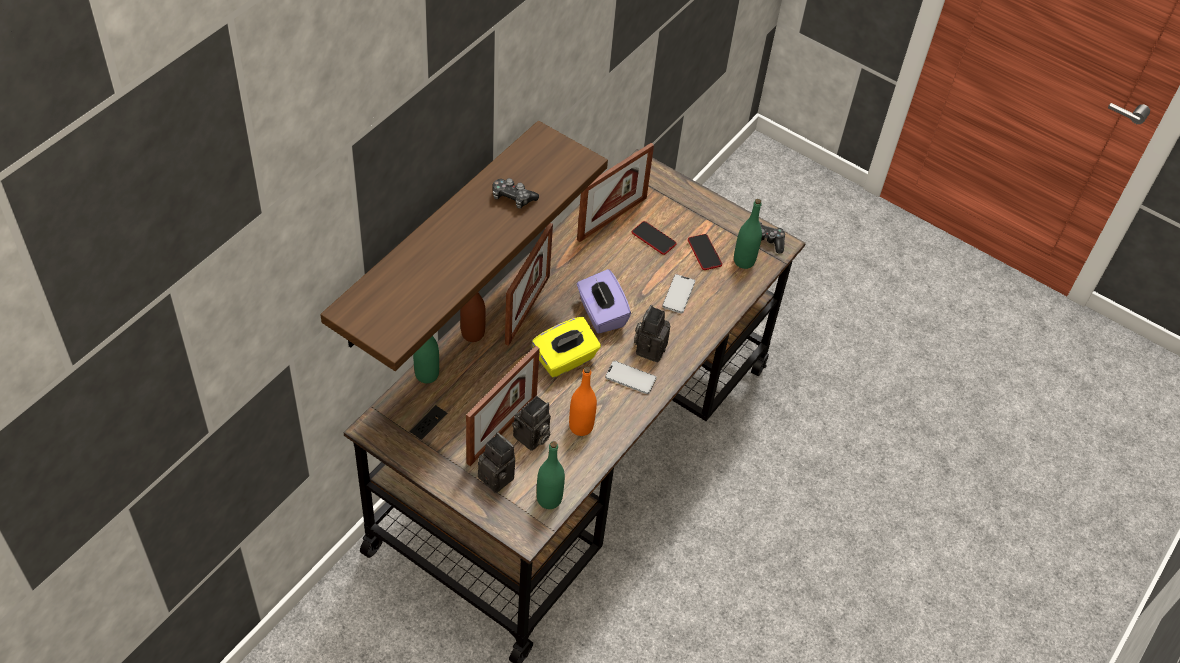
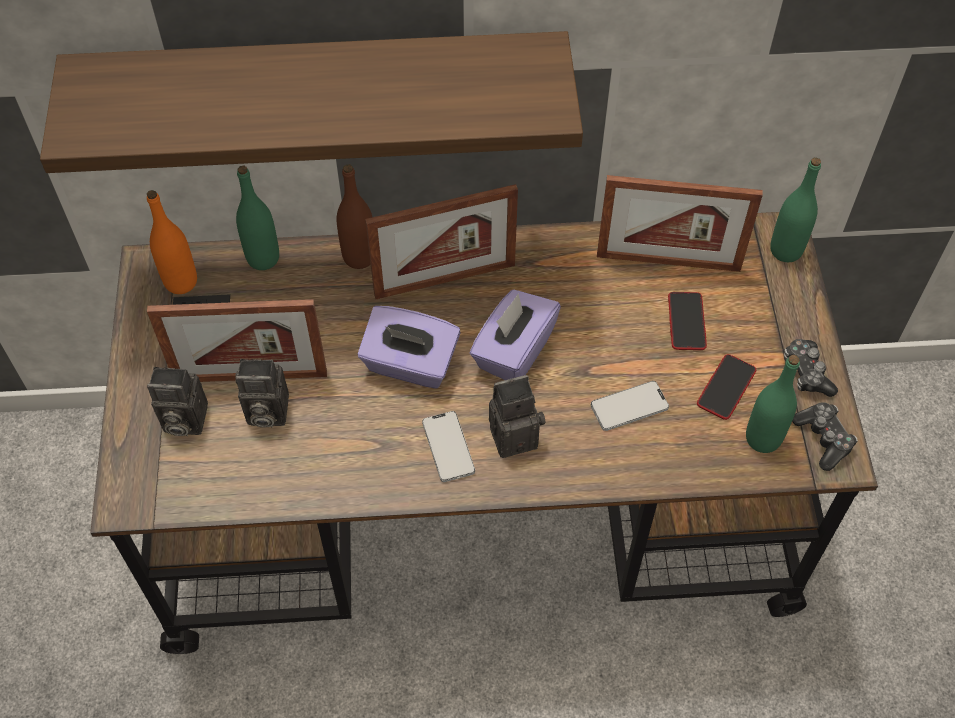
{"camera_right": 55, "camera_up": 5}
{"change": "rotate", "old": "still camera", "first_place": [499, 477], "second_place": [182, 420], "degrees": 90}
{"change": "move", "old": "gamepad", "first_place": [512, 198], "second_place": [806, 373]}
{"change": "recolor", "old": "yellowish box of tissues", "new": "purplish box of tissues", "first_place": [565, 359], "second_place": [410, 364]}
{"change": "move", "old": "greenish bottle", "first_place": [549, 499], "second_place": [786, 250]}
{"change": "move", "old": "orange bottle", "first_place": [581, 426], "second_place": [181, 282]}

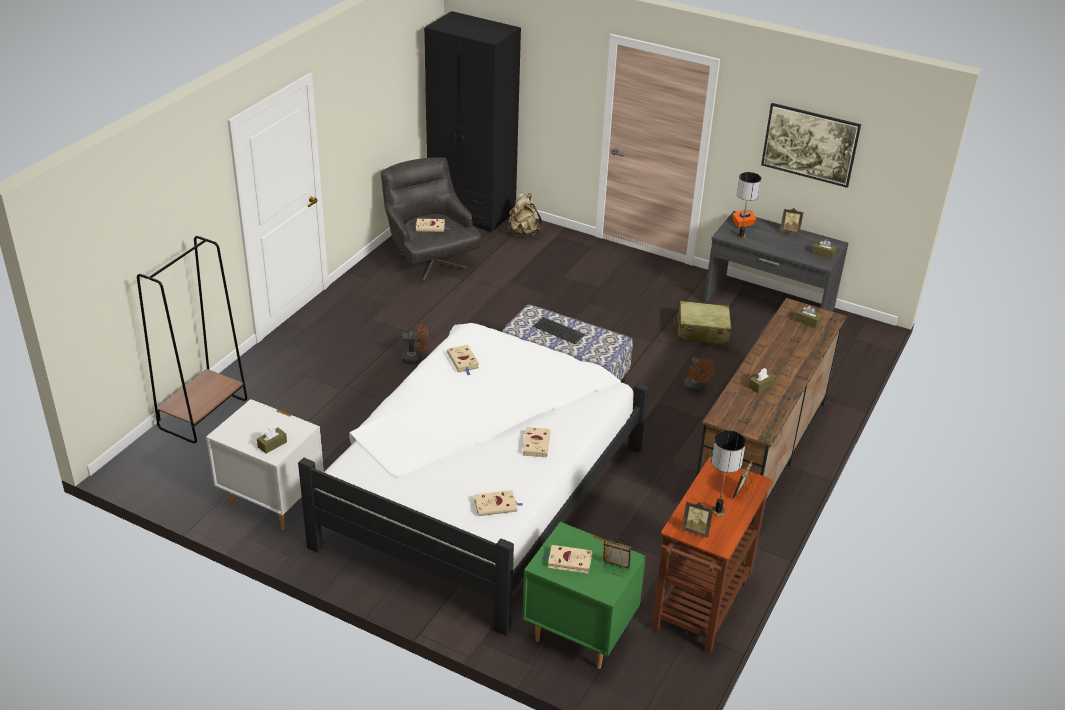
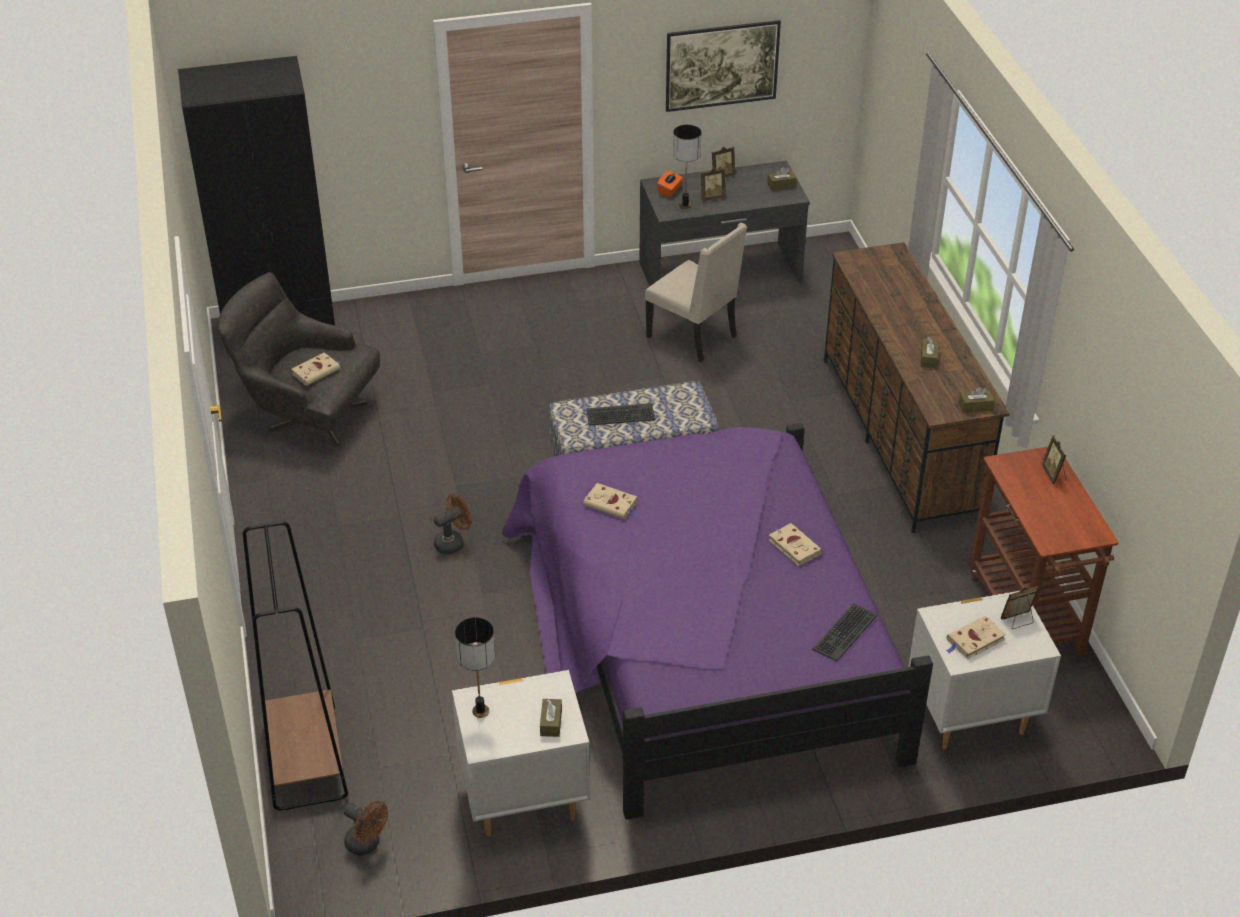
{"camera_right": -40, "camera_up": 5}
{"change": "recolor", "old": "white sleeping bed", "new": "purplish sleeping bed", "first_place": [478, 487], "second_place": [701, 639]}
{"change": "replace", "old": "beige-coloured book", "new": "PC keyboard", "first_place": [496, 505], "second_place": [844, 632]}
{"change": "delete", "old": "beige-coloured knapsack", "first_place": [523, 232]}
{"change": "recolor", "old": "greenish bedside table", "new": "white bedside table", "first_place": [579, 636], "second_place": [971, 717]}
{"change": "replace", "old": "beige-coloured piece of luggage", "new": "beige-coloured chair", "first_place": [702, 331], "second_place": [694, 337]}
{"change": "move", "old": "picture frame", "first_place": [696, 530], "second_place": [711, 197]}
{"change": "move", "old": "brown-coloured fan", "first_place": [696, 388], "second_place": [367, 844]}
{"change": "move", "old": "lamp for a table", "first_place": [718, 511], "second_place": [480, 711]}
{"change": "move", "old": "brown-coloured box of tissues", "first_place": [807, 321], "second_place": [975, 406]}

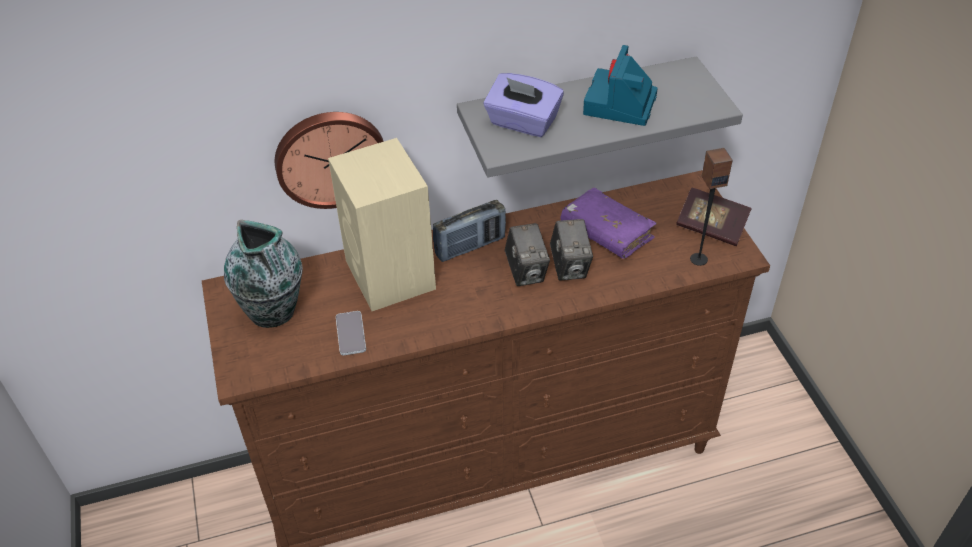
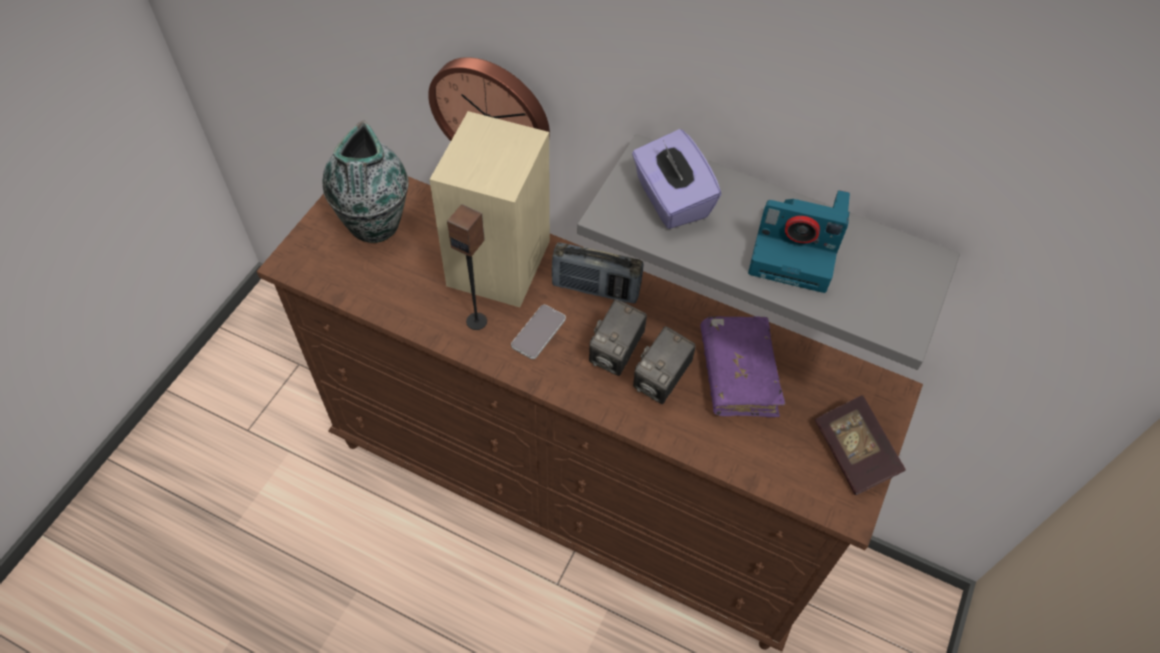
{"camera_right": 40, "camera_up": 10}
{"change": "move", "old": "phone", "first_place": [350, 333], "second_place": [538, 332]}
{"change": "rotate", "old": "still camera", "first_place": [620, 105], "second_place": [796, 251], "degrees": -135}
{"change": "move", "old": "speaker", "first_place": [698, 259], "second_place": [477, 321]}

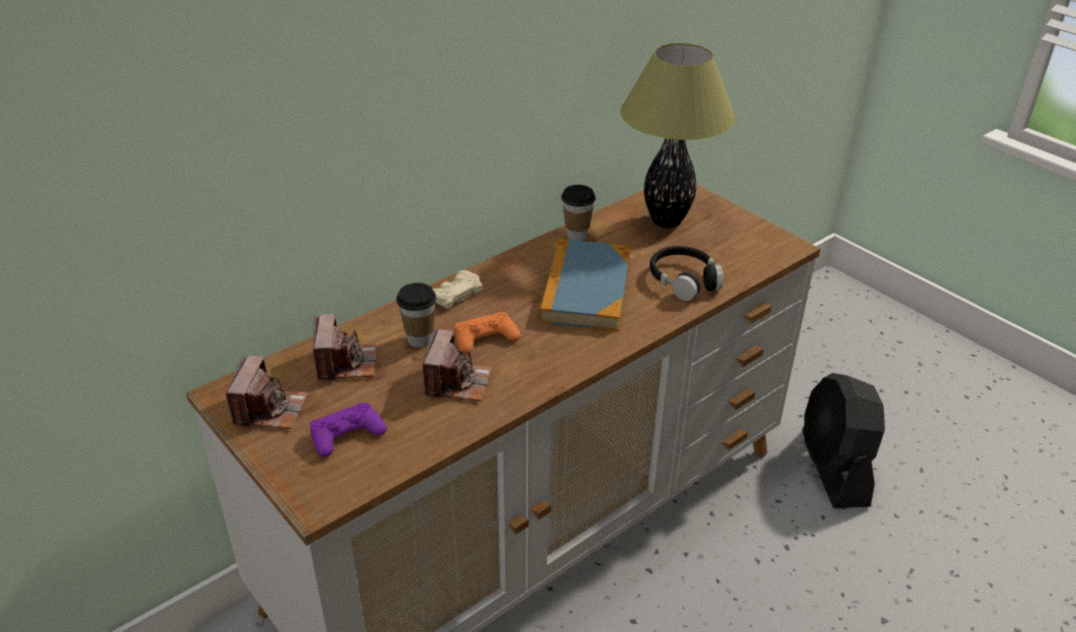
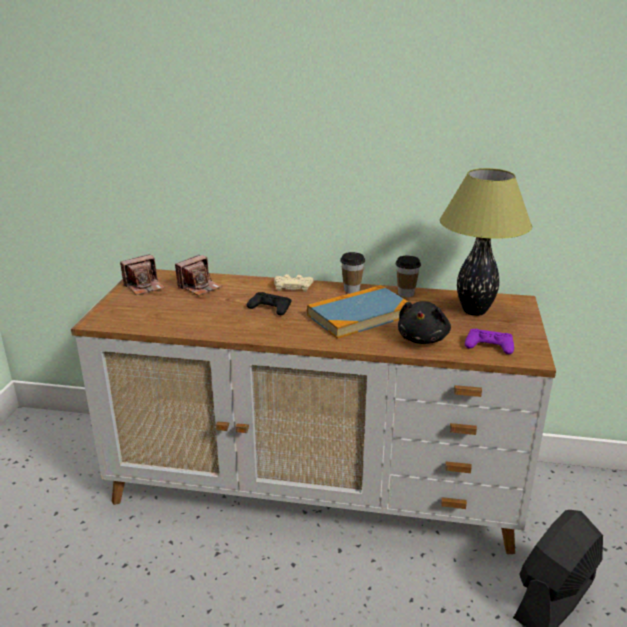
{"camera_right": 50, "camera_up": -10}
{"change": "move", "old": "purplish gamepad", "first_place": [346, 434], "second_place": [489, 346]}
{"change": "move", "old": "drinking cup", "first_place": [419, 339], "second_place": [351, 290]}
{"change": "delete", "old": "still camera", "first_place": [457, 382]}
{"change": "recolor", "old": "orange gamepad", "new": "black-coloured gamepad", "first_place": [485, 338], "second_place": [270, 308]}
{"change": "replace", "old": "black-coloured headphones", "new": "black-coloured soft toy", "first_place": [684, 280], "second_place": [423, 338]}

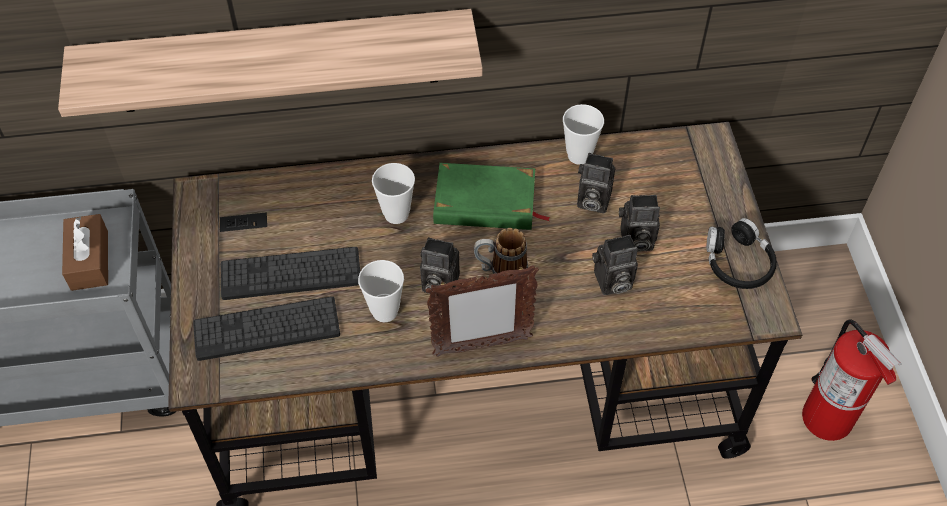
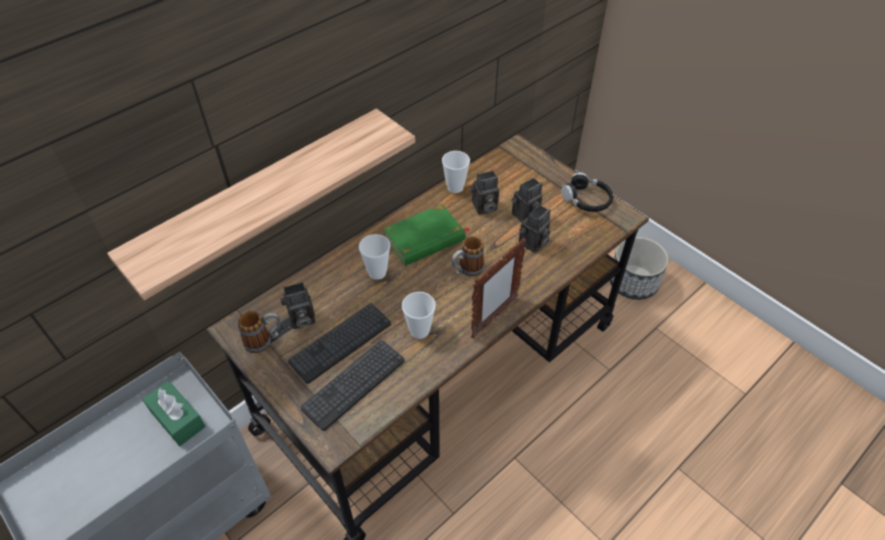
{"camera_right": -35, "camera_up": -5}
{"change": "recolor", "old": "brown-coloured box of tissues", "new": "greenish box of tissues", "first_place": [89, 260], "second_place": [177, 418]}
{"change": "move", "old": "still camera", "first_place": [437, 284], "second_place": [301, 320]}
{"change": "replace", "old": "fire extinguisher", "new": "flower pot", "first_place": [828, 418], "second_place": [633, 282]}
{"change": "insert", "new": "tea mug", "second_place": [264, 340]}

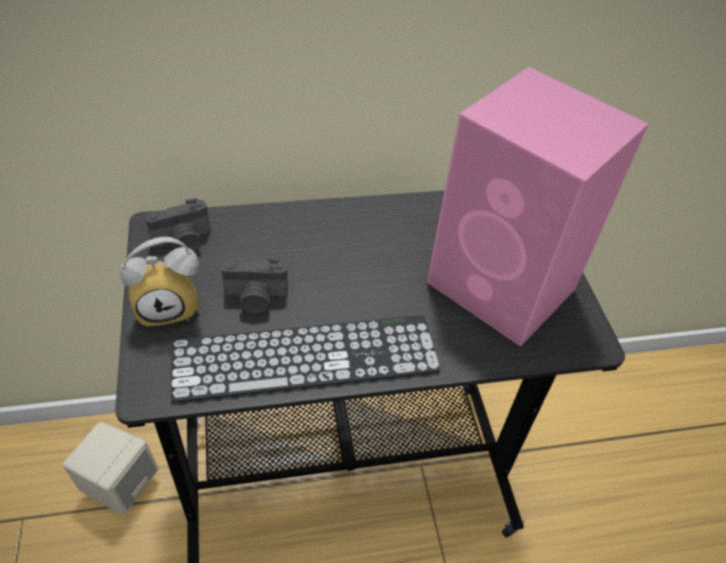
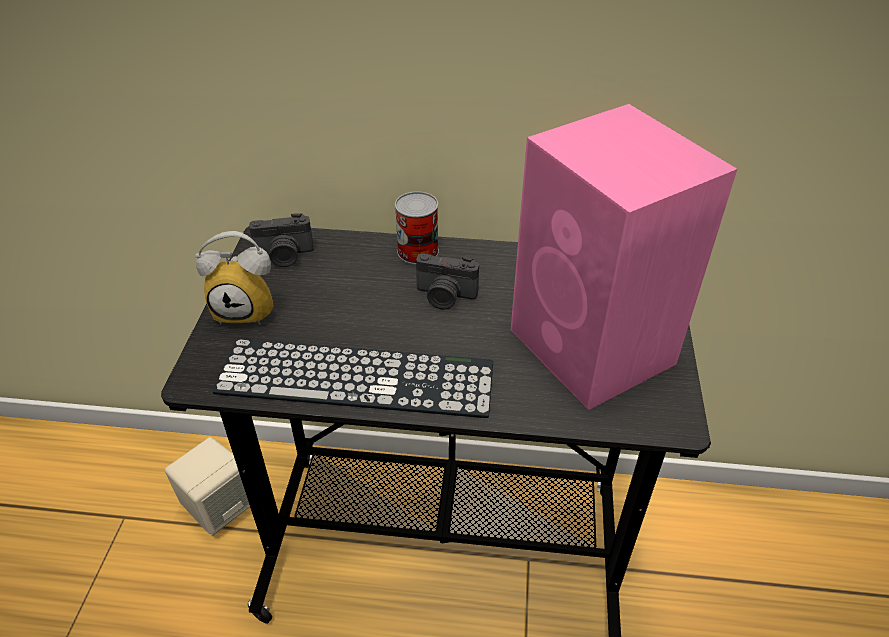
{"camera_right": 20, "camera_up": -5}
{"change": "move", "old": "still camera", "first_place": [256, 299], "second_place": [445, 296]}
{"change": "insert", "new": "metal can", "second_place": [418, 251]}

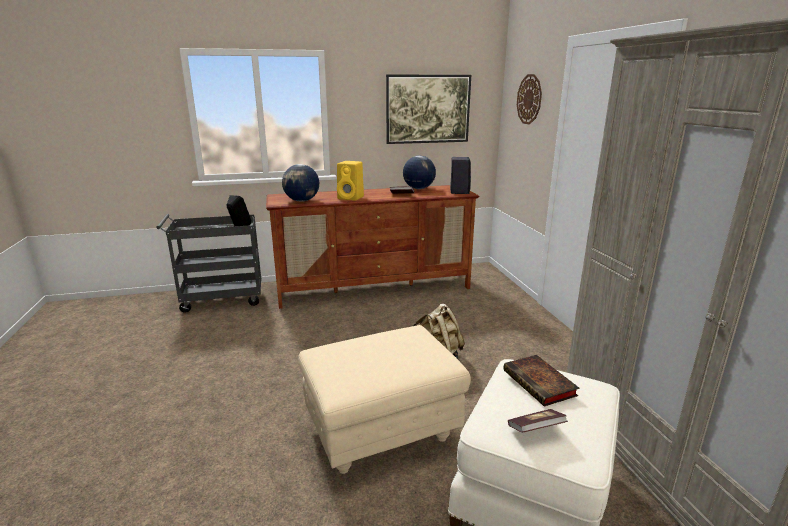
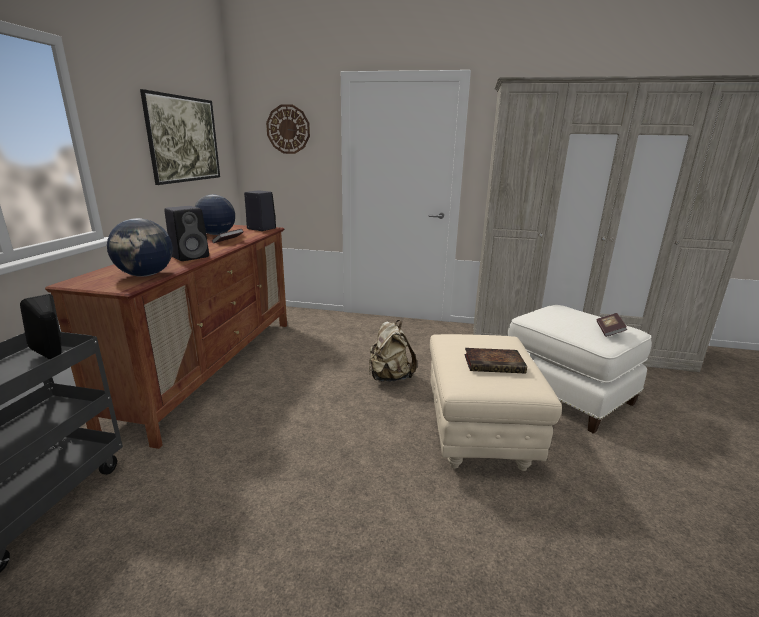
{"camera_right": -65, "camera_up": 0}
{"change": "recolor", "old": "yellowish speaker", "new": "black-coloured speaker", "first_place": [351, 198], "second_place": [191, 256]}
{"change": "move", "old": "book", "first_place": [541, 384], "second_place": [495, 364]}

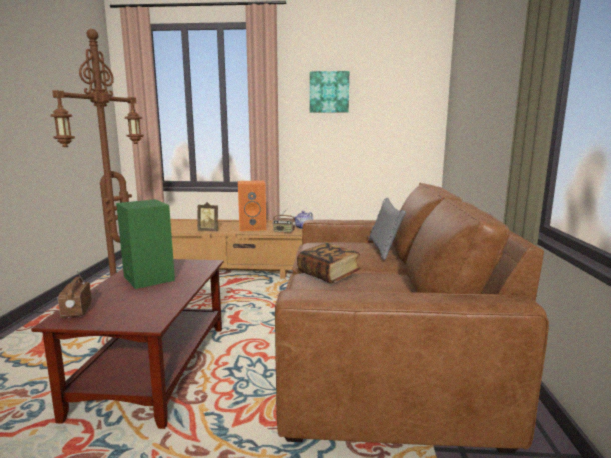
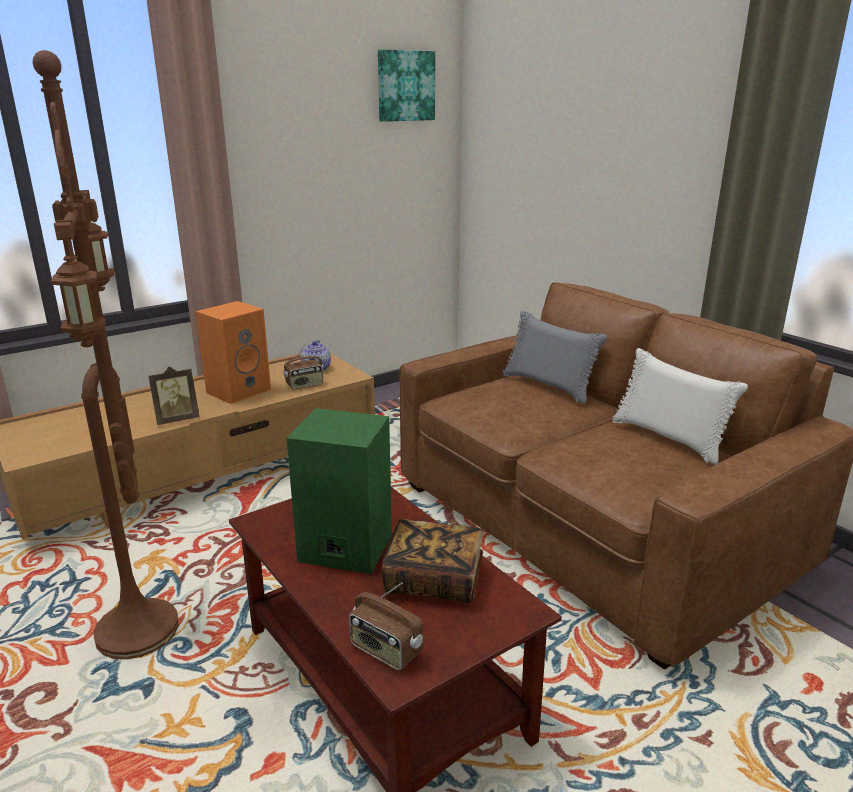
{"camera_right": -40, "camera_up": 10}
{"change": "move", "old": "book", "first_place": [328, 275], "second_place": [434, 579]}
{"change": "move", "old": "picture", "first_place": [329, 92], "second_place": [405, 86]}
{"change": "insert", "new": "white throw pillow", "second_place": [669, 439]}

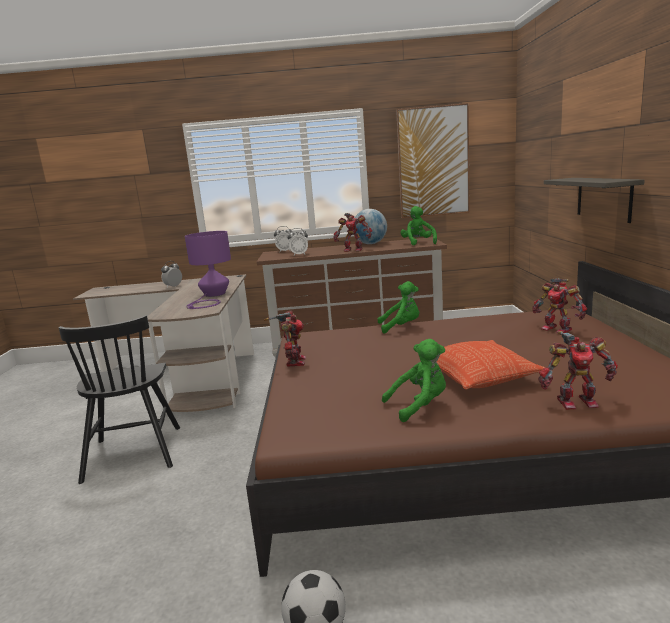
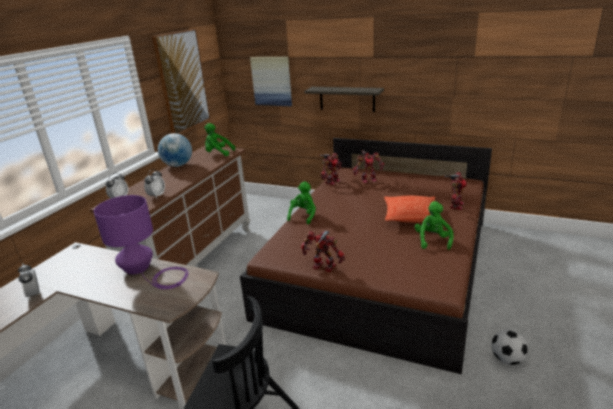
{"camera_right": -65, "camera_up": 10}
{"change": "move", "old": "model robot", "first_place": [353, 250], "second_place": [331, 181]}
{"change": "insert", "new": "picture", "second_place": [272, 81]}

